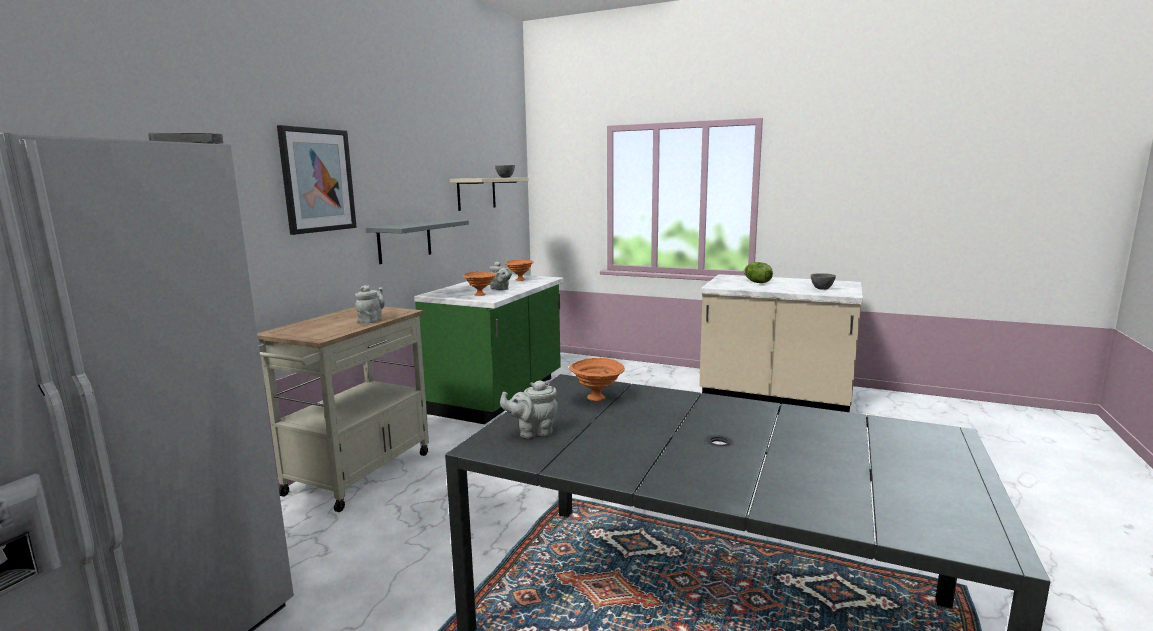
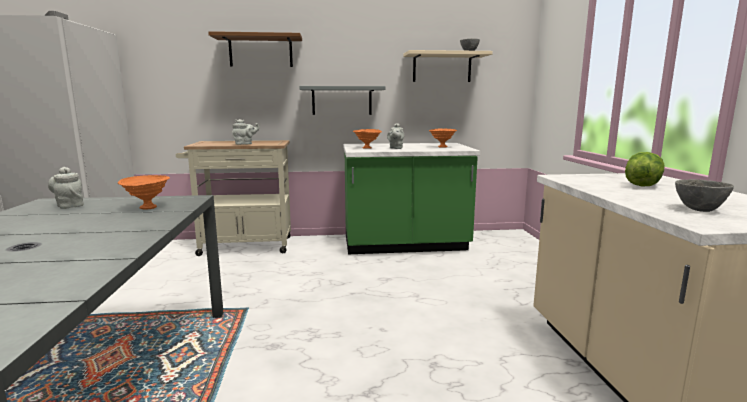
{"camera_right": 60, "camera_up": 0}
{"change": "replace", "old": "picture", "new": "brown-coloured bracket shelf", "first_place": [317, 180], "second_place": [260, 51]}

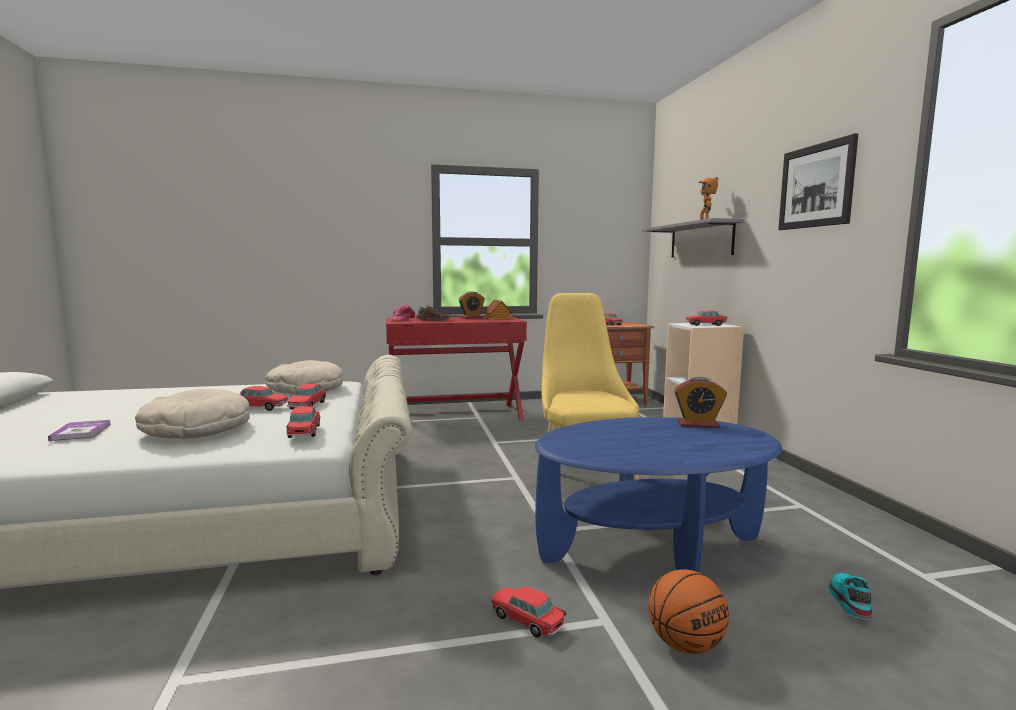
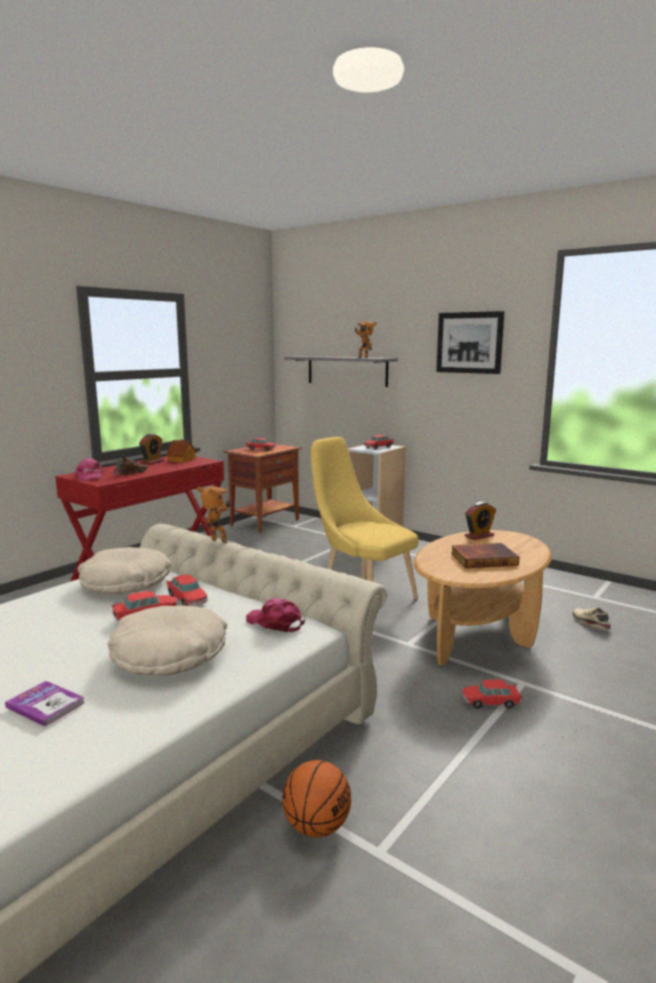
{"camera_right": -40, "camera_up": 5}
{"change": "replace", "old": "toy car", "new": "pinkish peaked cap", "first_place": [304, 431], "second_place": [275, 623]}
{"change": "recolor", "old": "blue lounge table", "new": "brown-coloured lounge table", "first_place": [653, 550], "second_place": [478, 632]}
{"change": "move", "old": "basketball", "first_place": [685, 645], "second_place": [317, 826]}
{"change": "recolor", "old": "blue-green shoe", "new": "beige-coloured shoe", "first_place": [848, 601], "second_place": [589, 623]}
{"change": "insert", "new": "model robot", "second_place": [217, 542]}
{"change": "insert", "new": "book", "second_place": [483, 558]}

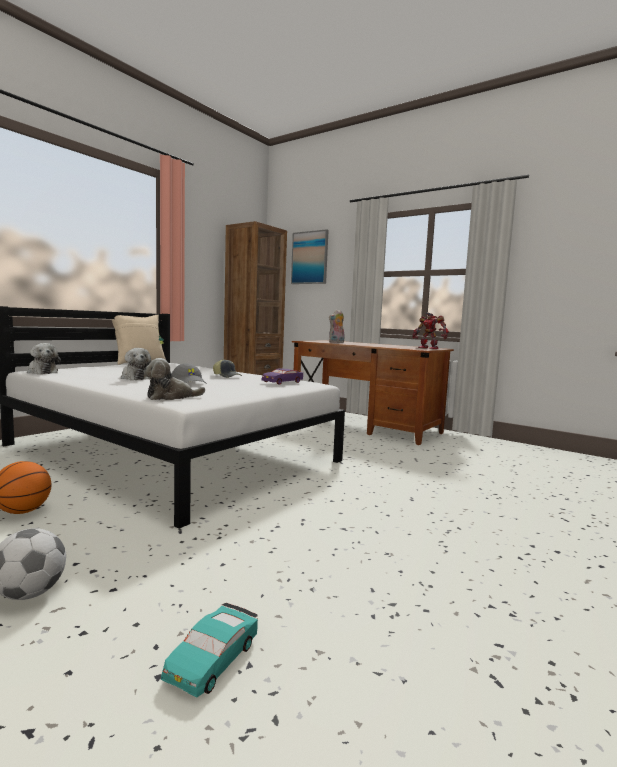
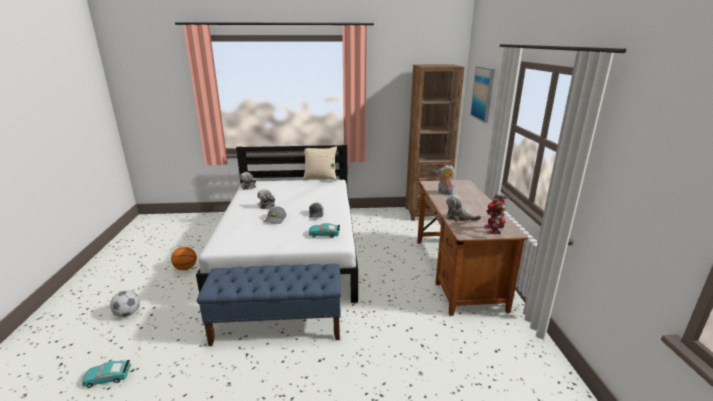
{"camera_right": 50, "camera_up": 15}
{"change": "move", "old": "soft toy", "first_place": [171, 397], "second_place": [459, 217]}
{"change": "recolor", "old": "purplish toy car", "new": "blue-green toy car", "first_place": [282, 382], "second_place": [324, 234]}
{"change": "insert", "new": "blue indoor bench", "second_place": [278, 326]}

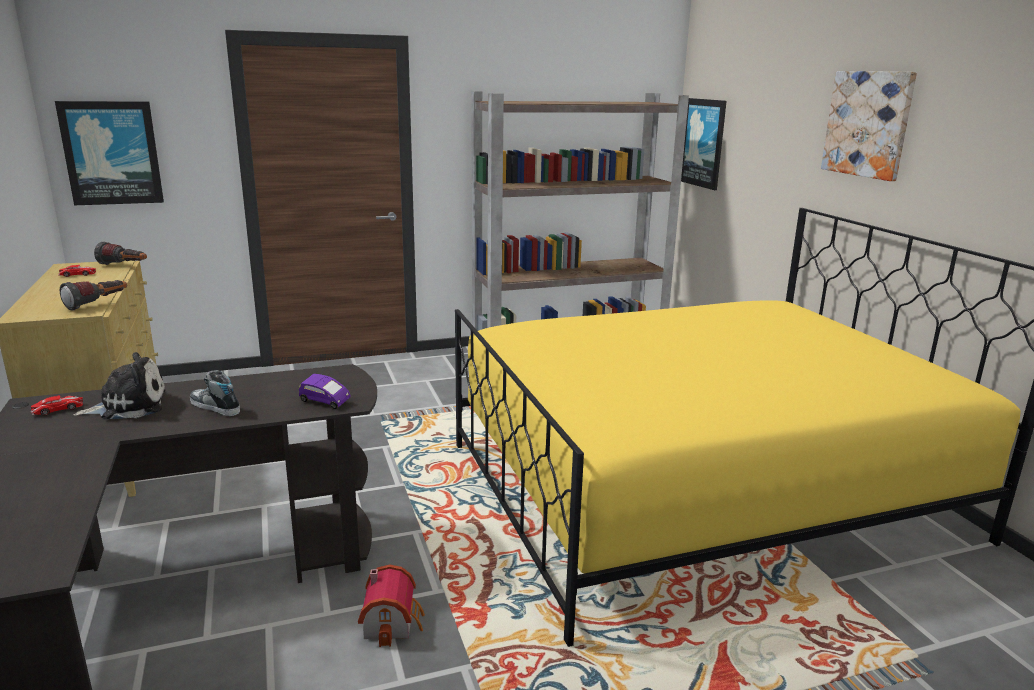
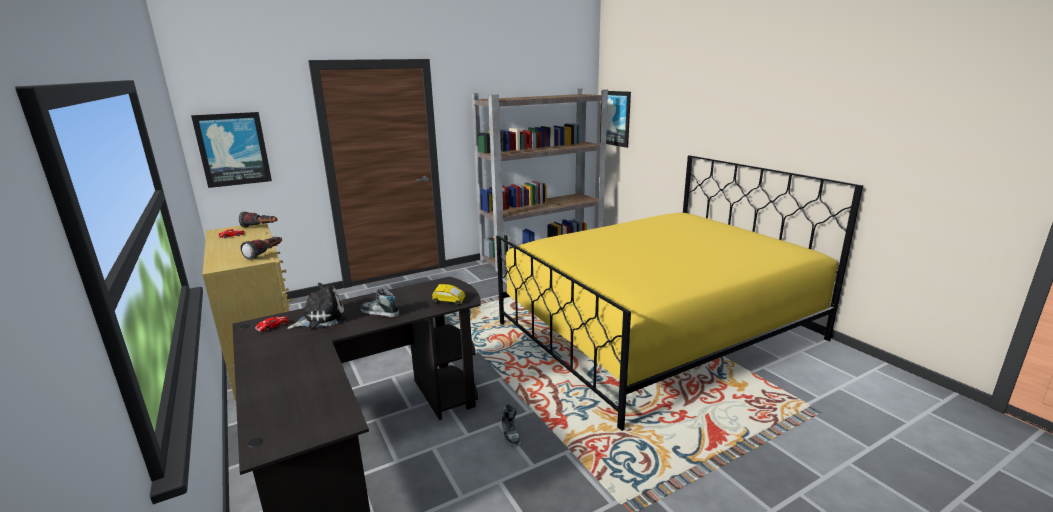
{"camera_right": -10, "camera_up": 0}
{"change": "recolor", "old": "purplish toy car", "new": "yellowish toy car", "first_place": [324, 402], "second_place": [448, 301]}
{"change": "replace", "old": "miniature house", "new": "shoe", "first_place": [393, 622], "second_place": [510, 433]}
{"change": "delete", "old": "picture", "first_place": [868, 124]}

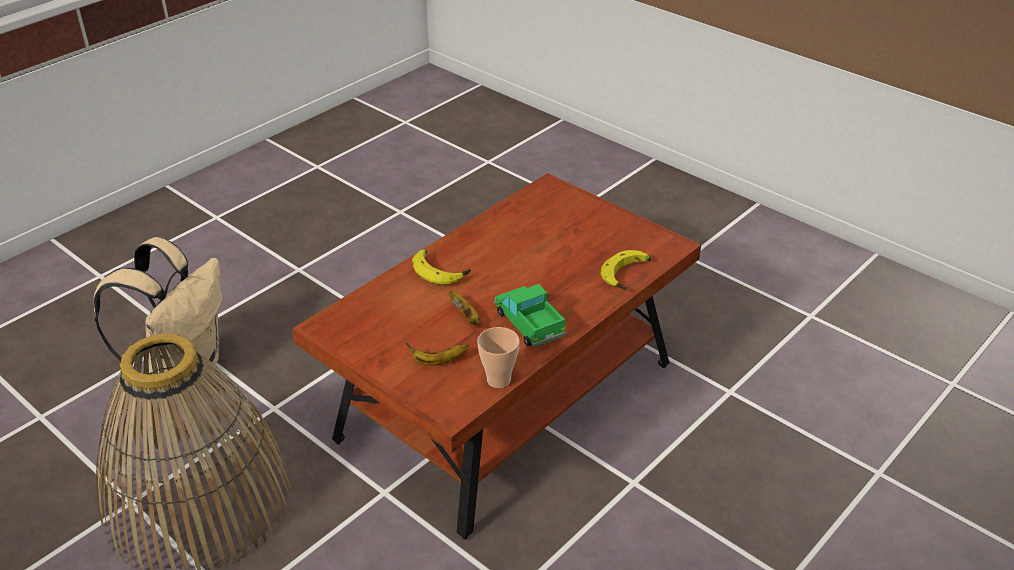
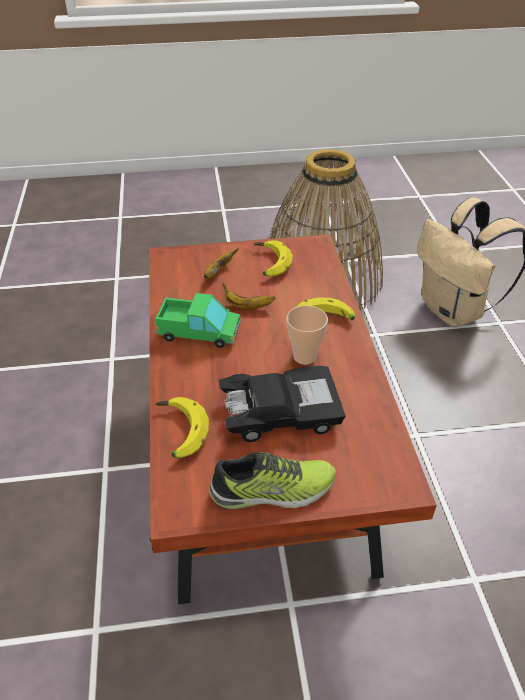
{"camera_right": 130, "camera_up": 5}
{"change": "move", "old": "drinking cup", "first_place": [498, 380], "second_place": [304, 357]}
{"change": "insert", "new": "shoe", "second_place": [273, 491]}
{"change": "insert", "new": "black-coloured toy car", "second_place": [280, 412]}
{"change": "insert", "new": "whole banana", "second_place": [269, 264]}

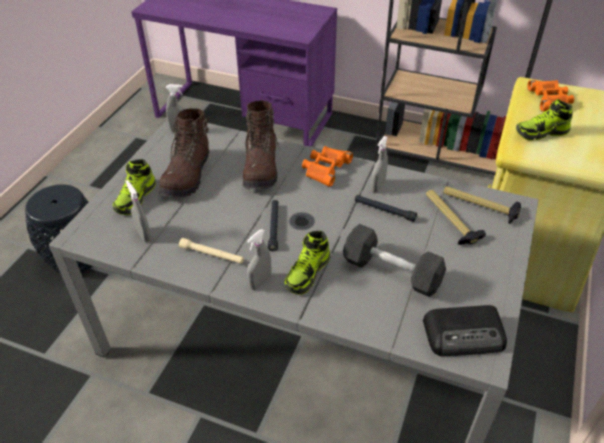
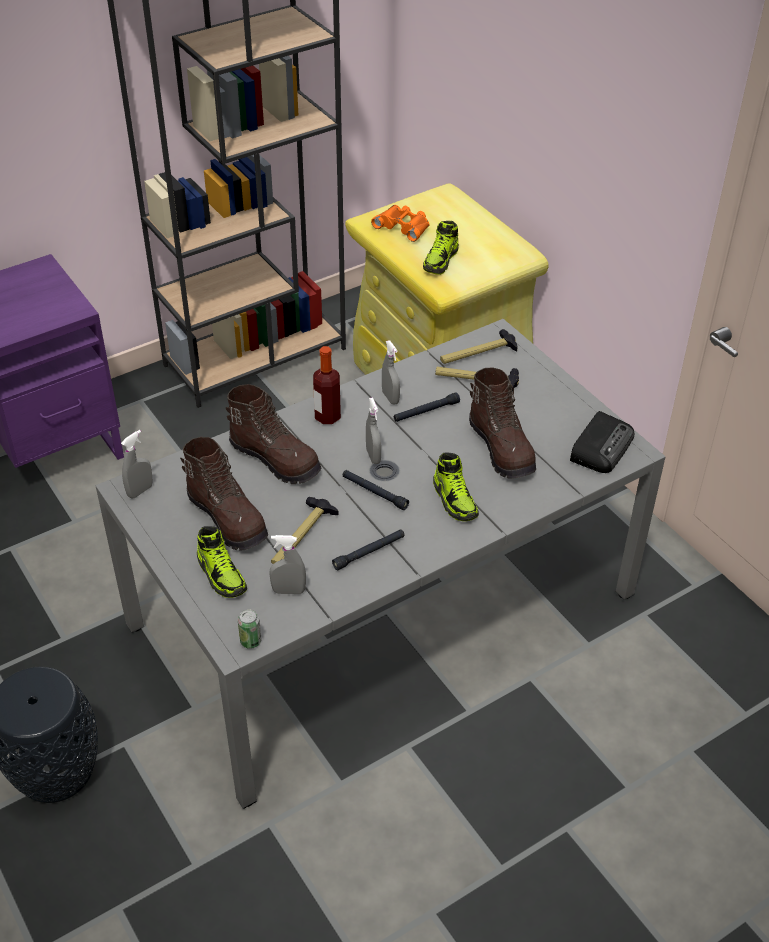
{"camera_right": -55, "camera_up": 0}
{"change": "recolor", "old": "beige-coloured flashlight", "new": "black-coloured flashlight", "first_place": [212, 255], "second_place": [369, 552]}
{"change": "move", "old": "gray sprayer", "first_place": [260, 282], "second_place": [373, 456]}
{"change": "replace", "old": "orange field glasses", "new": "bottle", "first_place": [325, 168], "second_place": [327, 417]}
{"change": "replace", "old": "black-coloured hand weight", "new": "brown-coloured high-top boot", "first_place": [391, 272], "second_place": [502, 449]}
{"change": "insert", "new": "metal can", "second_place": [251, 641]}
{"change": "insert", "new": "tool hammer", "second_place": [301, 537]}

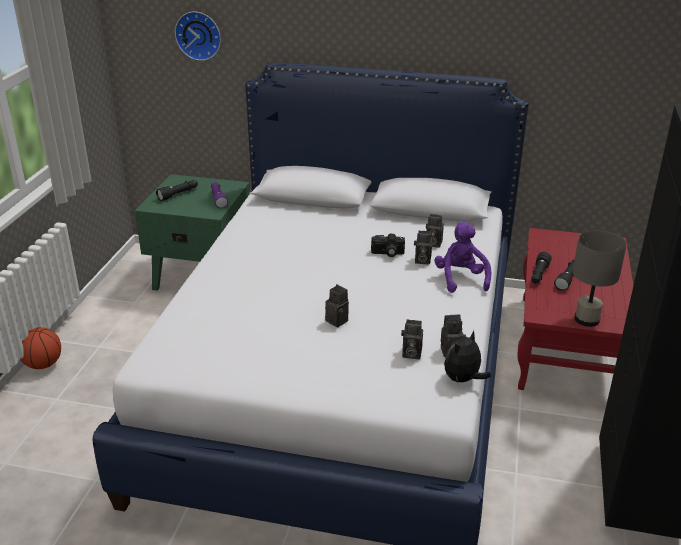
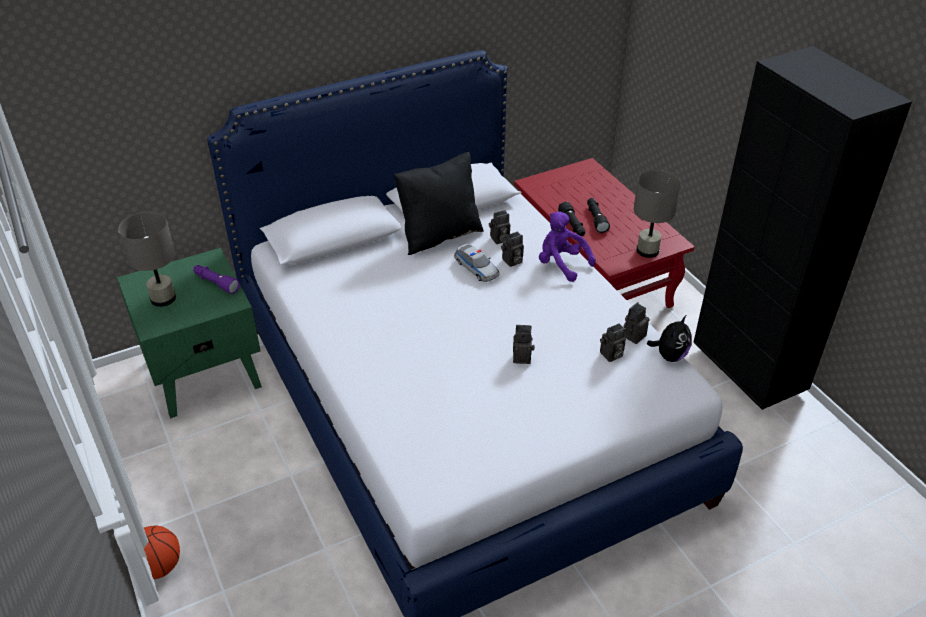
{"camera_right": -40, "camera_up": 10}
{"change": "replace", "old": "black-coloured flashlight", "new": "gray lamp for a table", "first_place": [178, 194], "second_place": [164, 298]}
{"change": "delete", "old": "clock on the wall", "first_place": [199, 35]}
{"change": "replace", "old": "still camera", "new": "toy car", "first_place": [387, 253], "second_place": [476, 268]}
{"change": "rotate", "old": "soft toy", "first_place": [463, 380], "second_place": [669, 355], "degrees": -150}
{"change": "insert", "new": "black-coloured throw pillow", "second_place": [439, 235]}

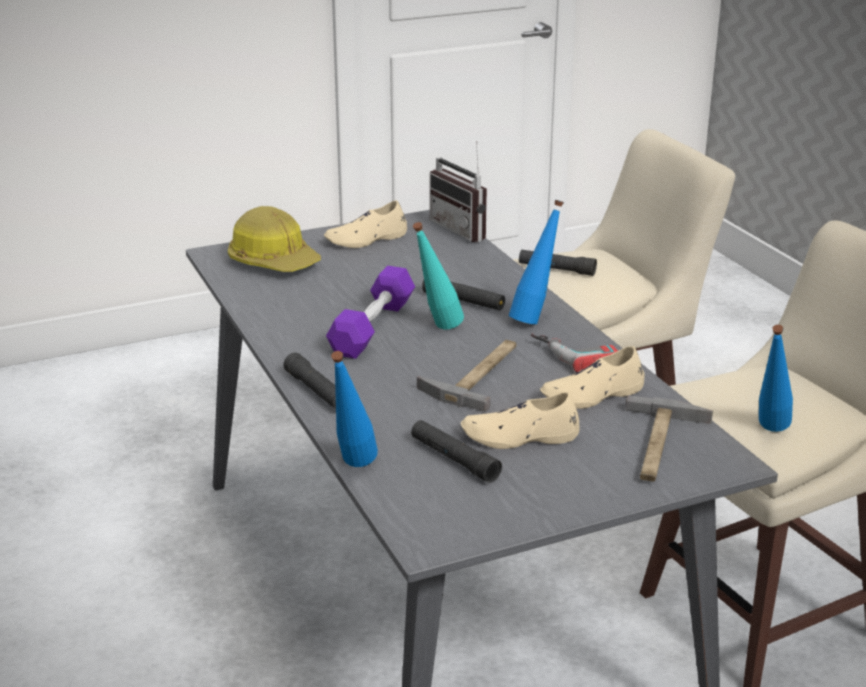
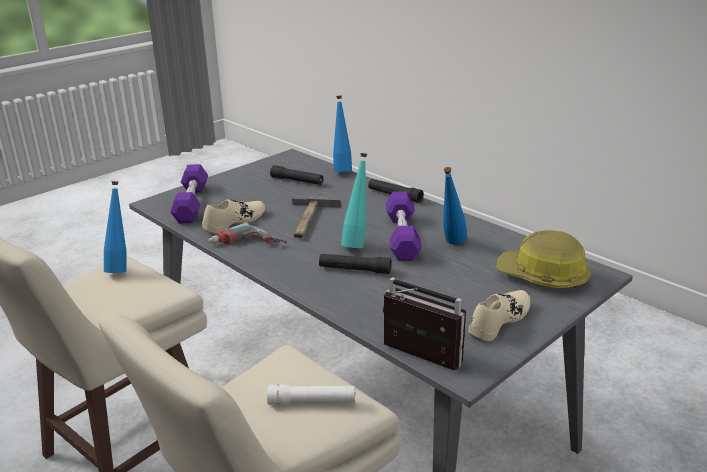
{"camera_right": 160, "camera_up": 0}
{"change": "delete", "old": "beige-coloured shoe", "first_place": [520, 436]}
{"change": "move", "old": "blue bottle", "first_place": [535, 319], "second_place": [451, 245]}
{"change": "recolor", "old": "black-coloured flashlight", "new": "white flashlight", "first_place": [556, 269], "second_place": [312, 401]}
{"change": "replace", "old": "tool hammer", "new": "purplish hand weight", "first_place": [660, 446], "second_place": [191, 203]}

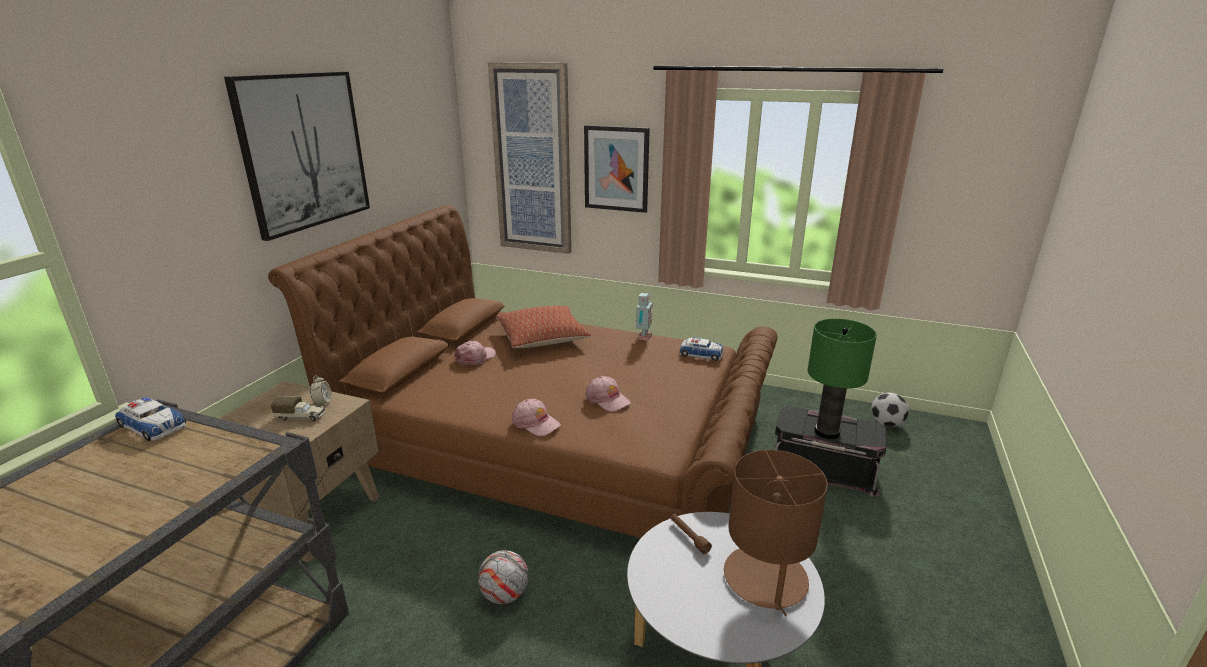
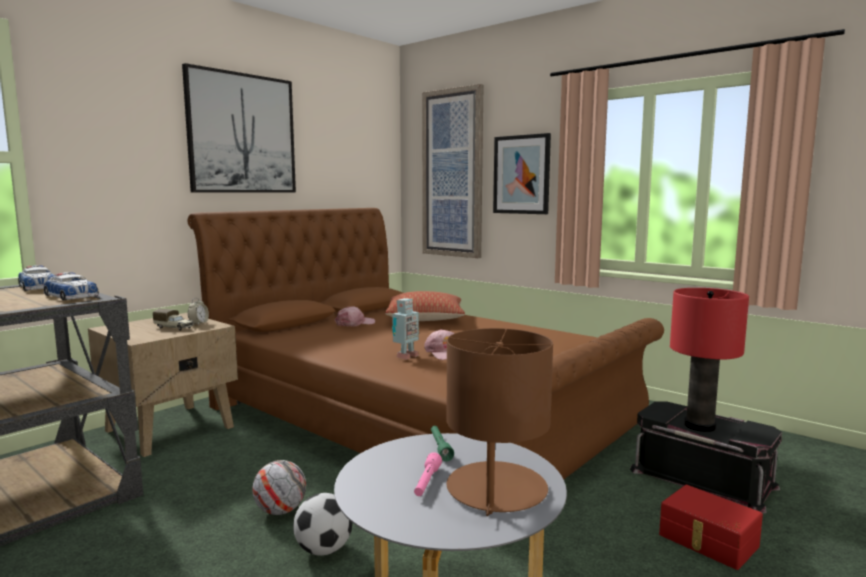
{"camera_right": 20, "camera_up": -15}
{"change": "delete", "old": "pinkish peaked cap", "first_place": [535, 423]}
{"change": "move", "old": "model robot", "first_place": [643, 337], "second_place": [405, 356]}
{"change": "recolor", "old": "brown-coloured flashlight", "new": "greenish flashlight", "first_place": [689, 537], "second_place": [440, 447]}
{"change": "move", "old": "toy car", "first_place": [701, 354], "second_place": [71, 296]}
{"change": "recolor", "old": "greenish lamp for a table", "new": "red-coloured lamp for a table", "first_place": [827, 432], "second_place": [699, 426]}
{"change": "move", "old": "football", "first_place": [886, 424], "second_place": [324, 550]}
{"change": "insert", "new": "pinkish flashlight", "second_place": [427, 482]}
{"change": "insert", "new": "red-coloured storage container", "second_place": [707, 541]}

